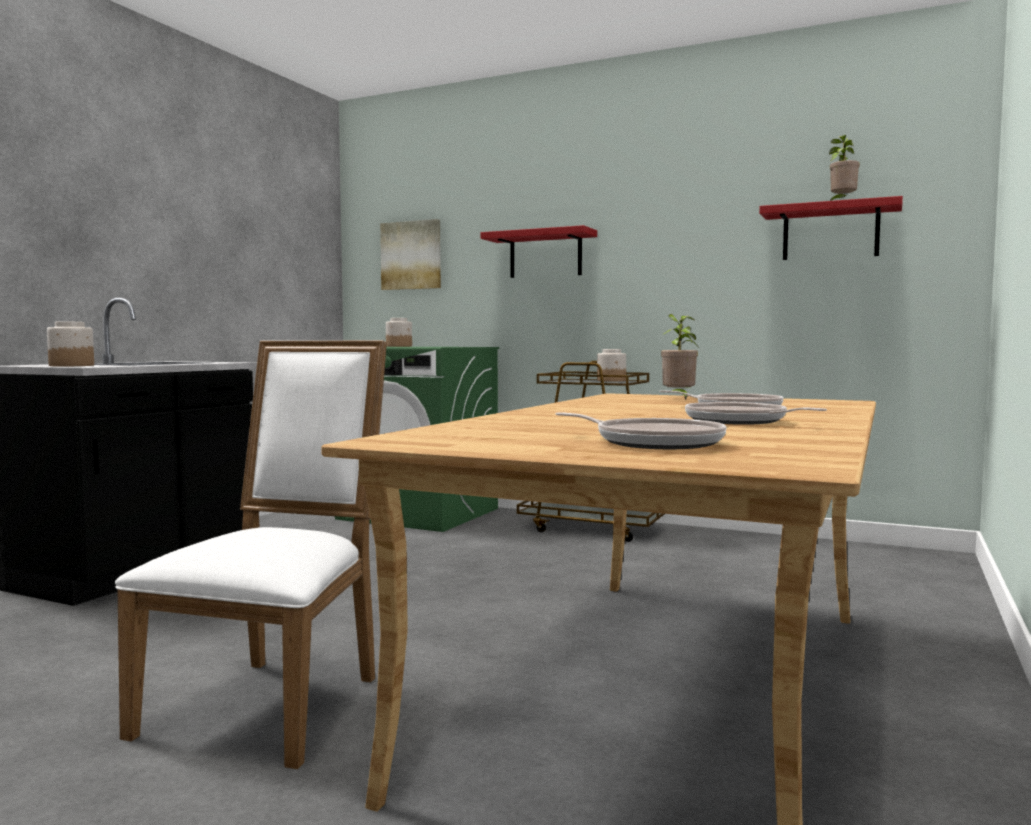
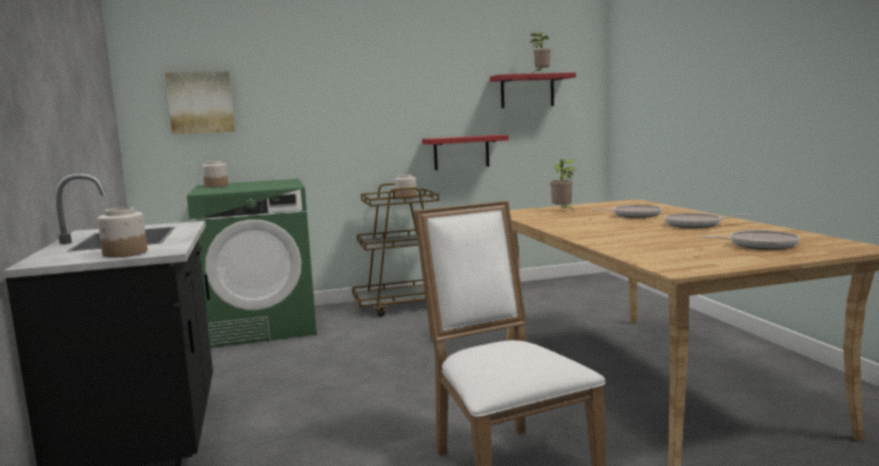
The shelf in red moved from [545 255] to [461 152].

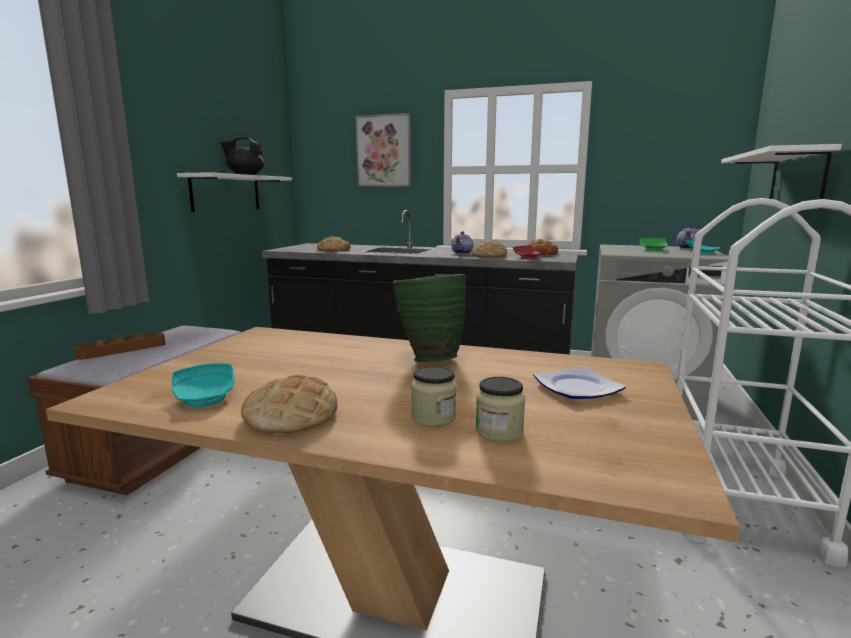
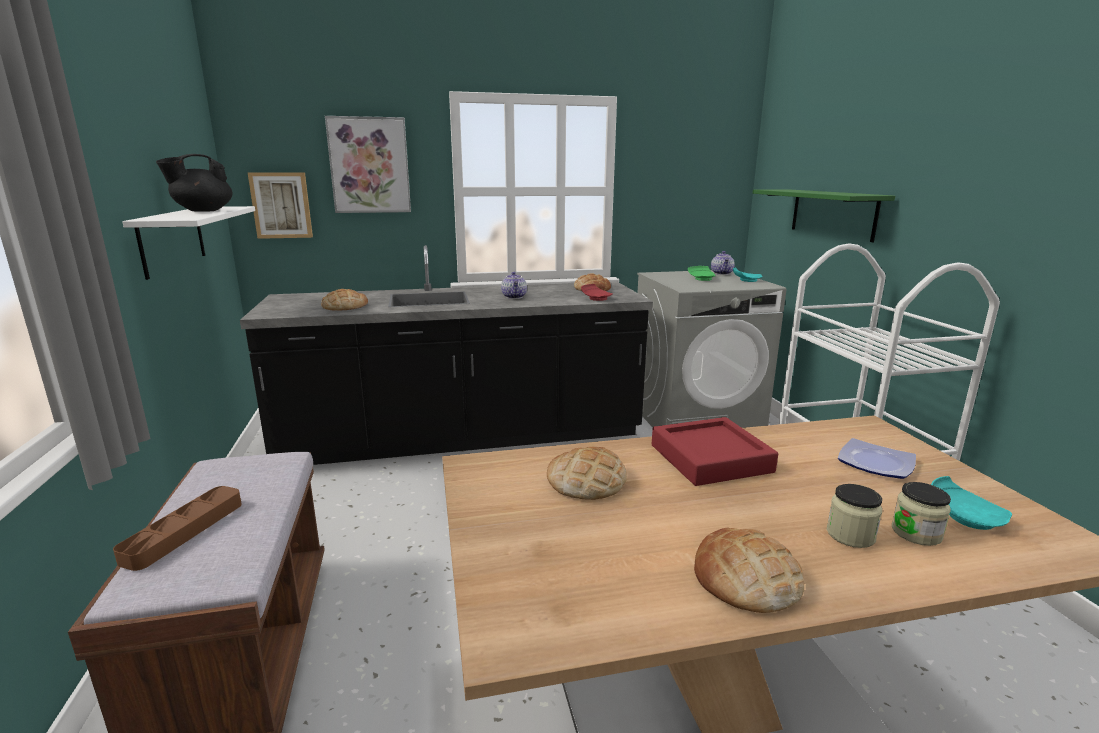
The shelf in white at [797 177] became the shelf in green at [832 213].
The bread moved from [489 256] to [586 481].
The vase in green at [428 358] was replaced by the tray in red at [710 458].
The plate in turquoise moved from [206 397] to [964 516].
The picture at [281 205] appeared.

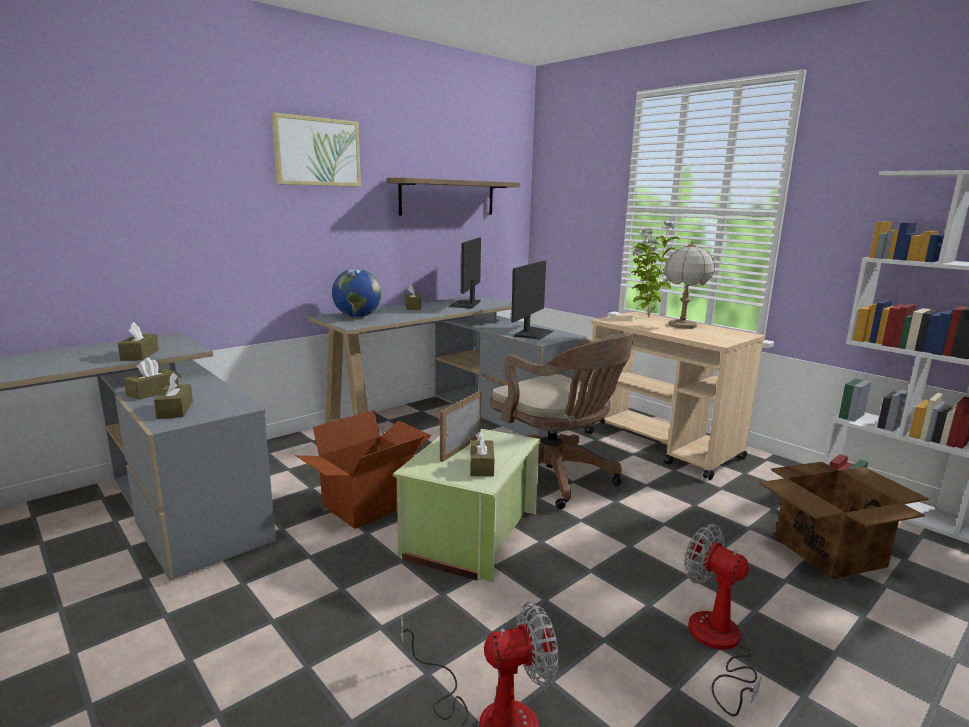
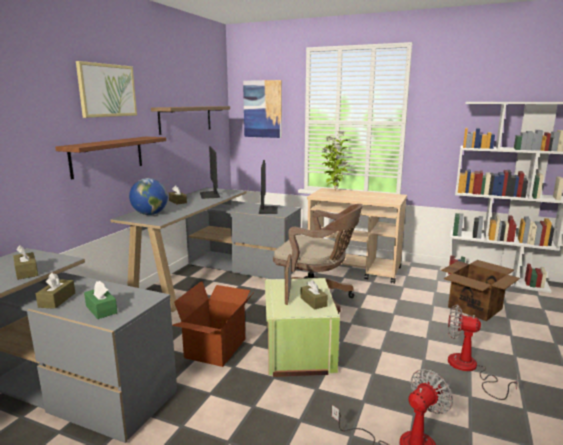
The table lamp at [682 325] disappeared.
The tissue box in brown at [175 410] became the tissue box in green at [101 309].
The picture at [262 109] appeared.
The shelf at [107 156] appeared.

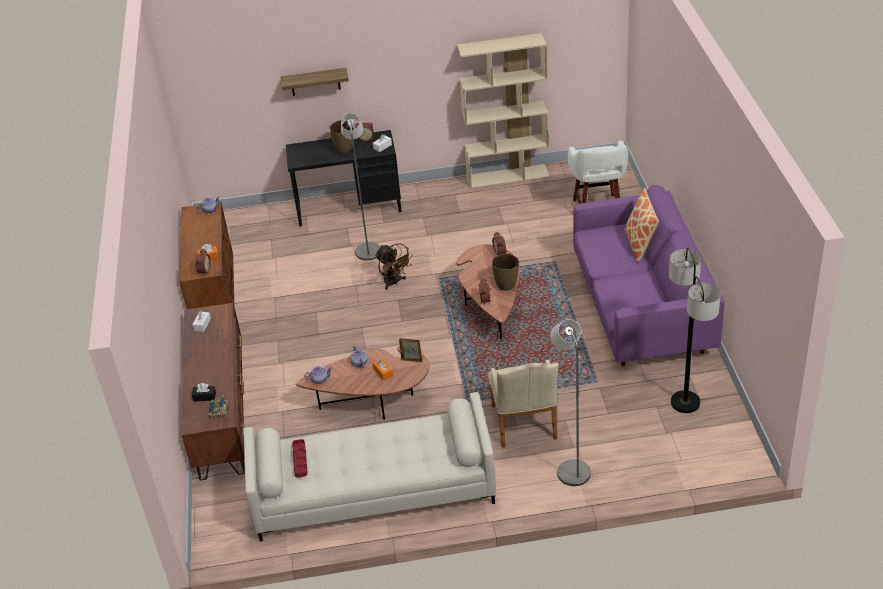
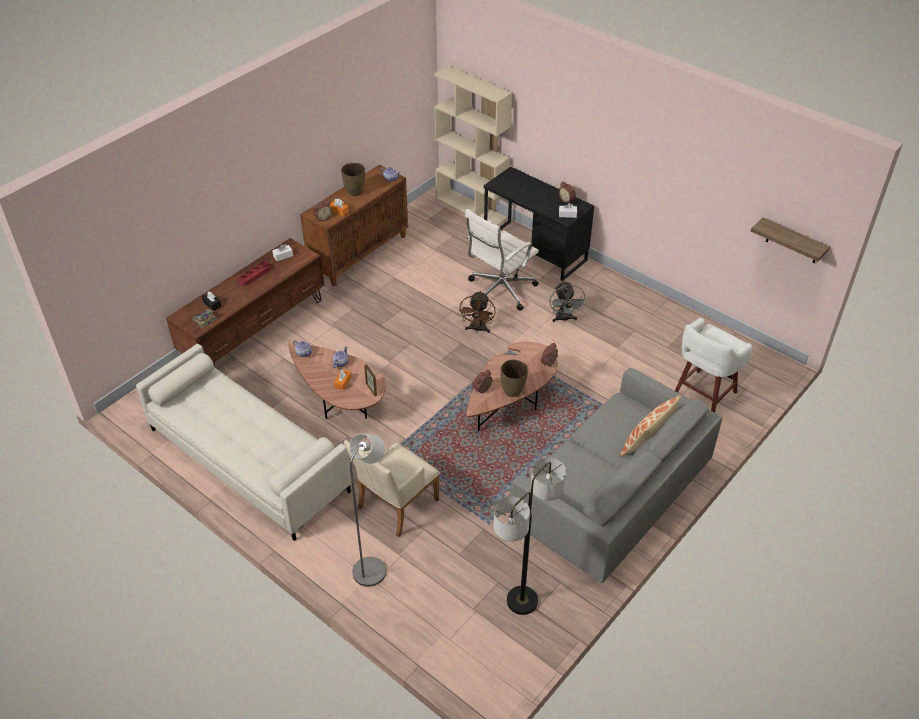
The bookcase in beige moved from [508 176] to [471 208].
The shelf moved from [315 81] to [792 241].
The floor lamp in grey at [368 248] was replaced by the office chair in white at [499 291].
The vase in brown moved from [345 150] to [355 192].
The sofa in purple at [642 308] became the sofa in grey at [610 500].
The tray in red moved from [300 460] to [255 275].
The fan in grey at [564 319] appeared.

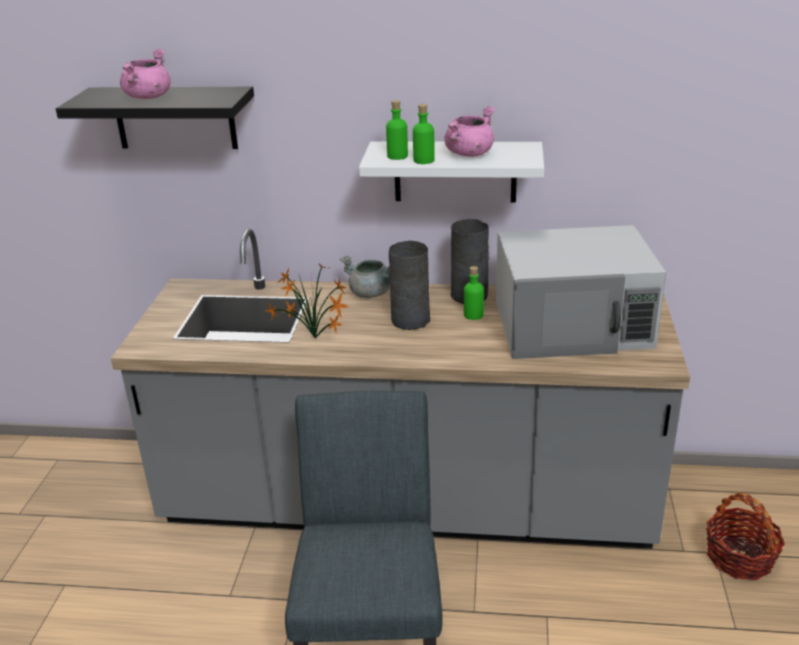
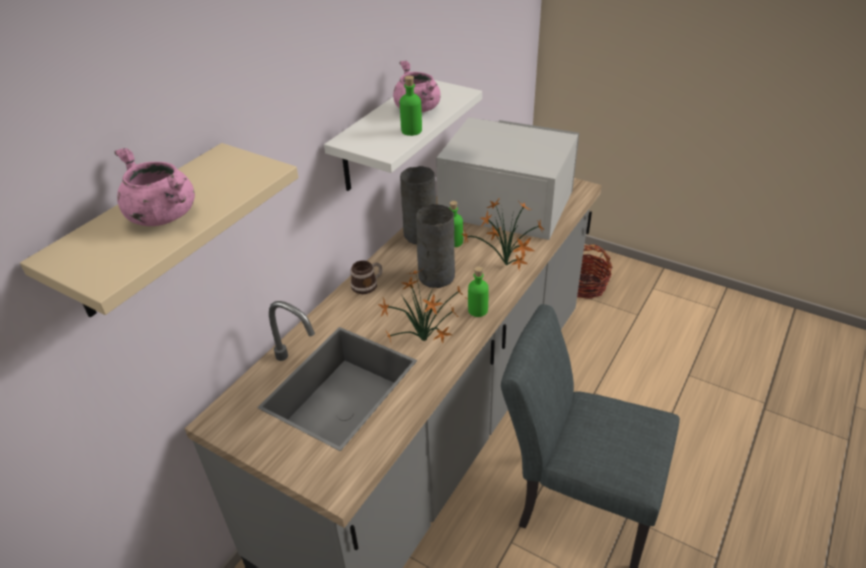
The shelf in black at [175 117] became the shelf in beige at [145 233].
The bottle in green moved from [397 156] to [478 310].
The microwave in white at [573 325] turned 90 degrees counterclockwise.
The cooking pot in grey at [371 293] was replaced by the mug at [368 285].
The potted plant at [506 267] appeared.

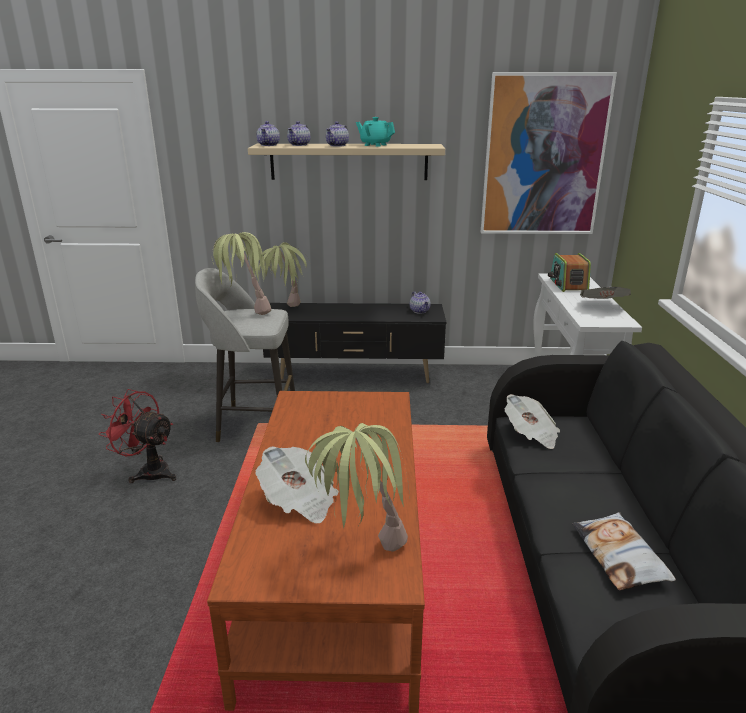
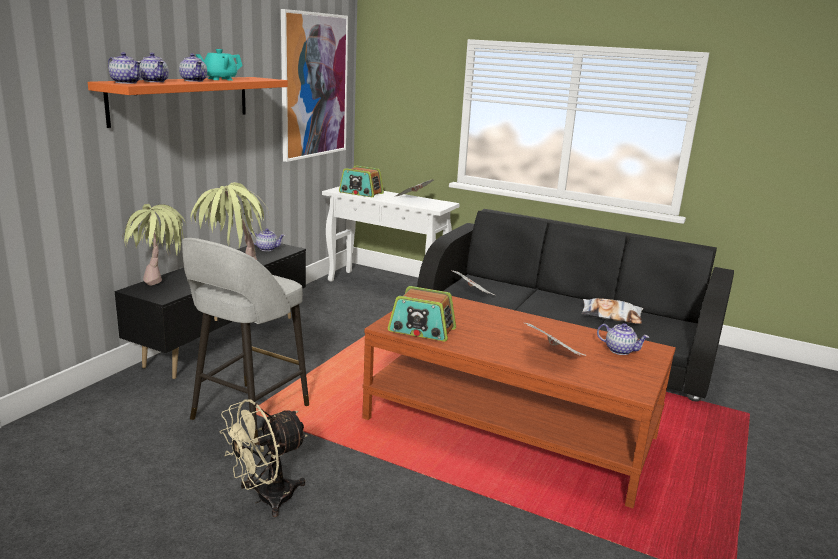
The shelf in beige at [349 161] became the shelf in orange at [182 99].
The fan in red at [148 471] became the fan in beige at [266 499].
The potted plant at [360 549] was replaced by the teapot at [620 350].
The radio at [421 330] appeared.

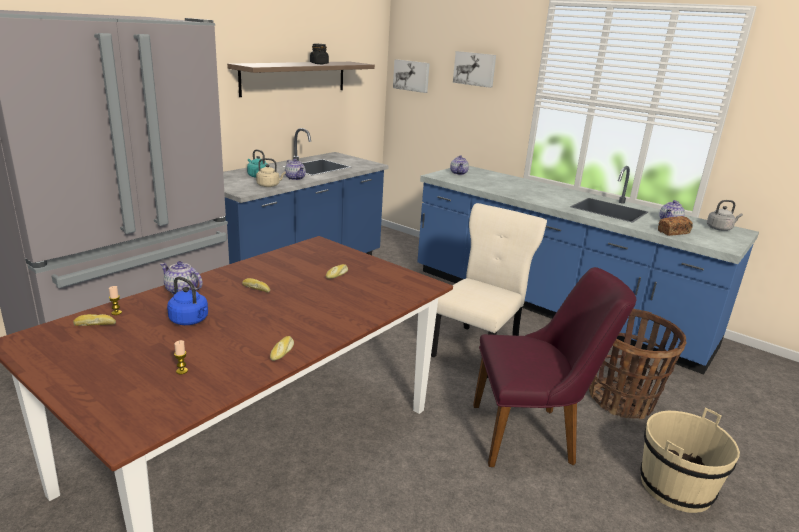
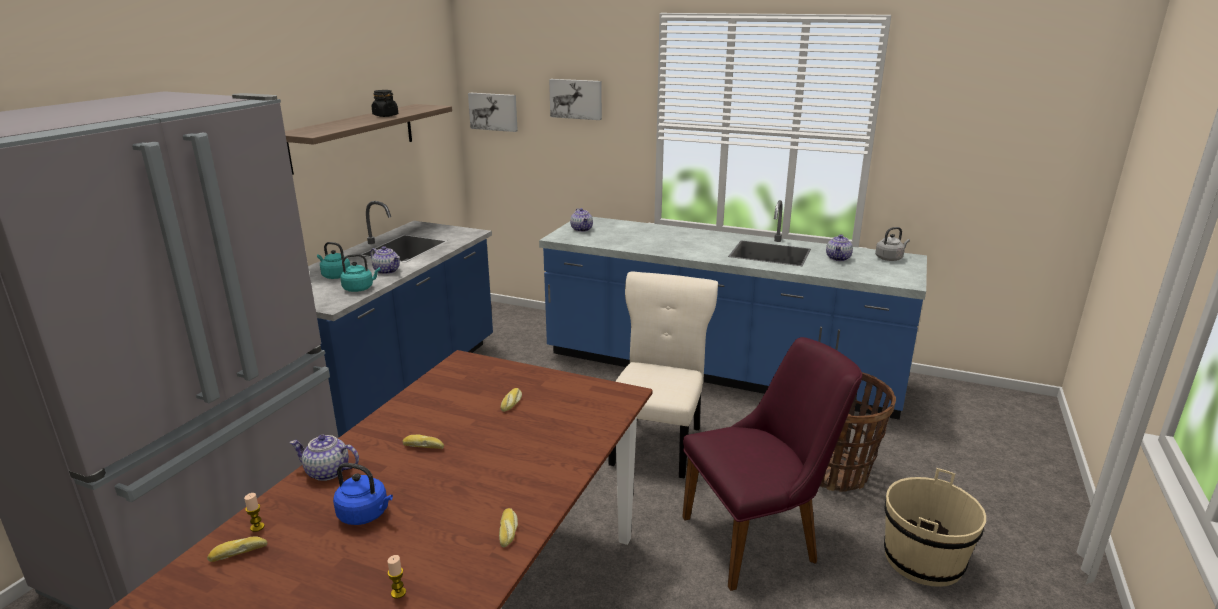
The kettle in beige at [269 185] became the kettle in turquoise at [360 288].
The bread at [673 232] disappeared.

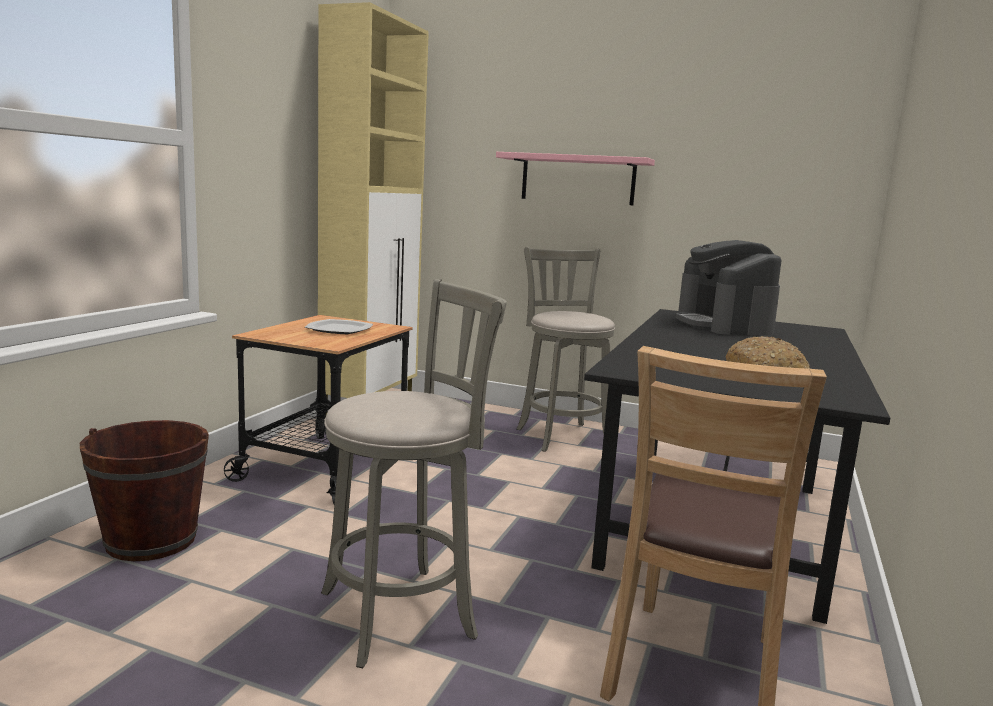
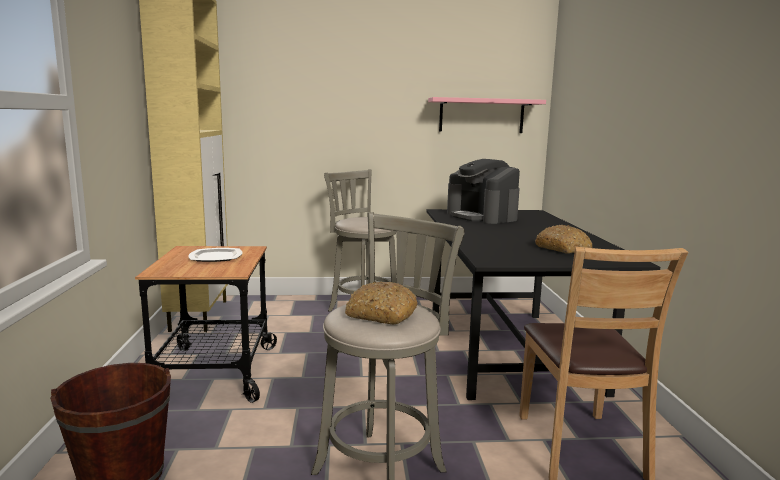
The shelf in pink moved from [578 179] to [481 115].
The bread at [381 314] appeared.

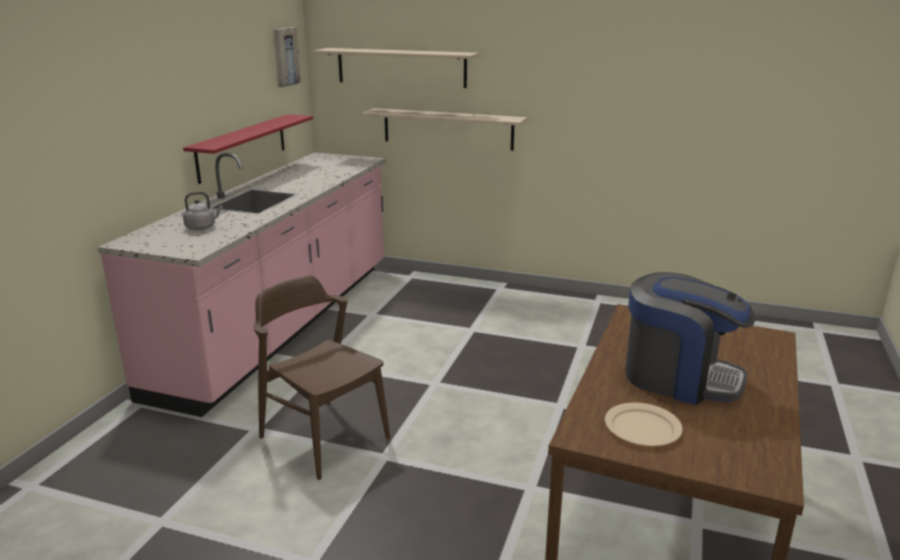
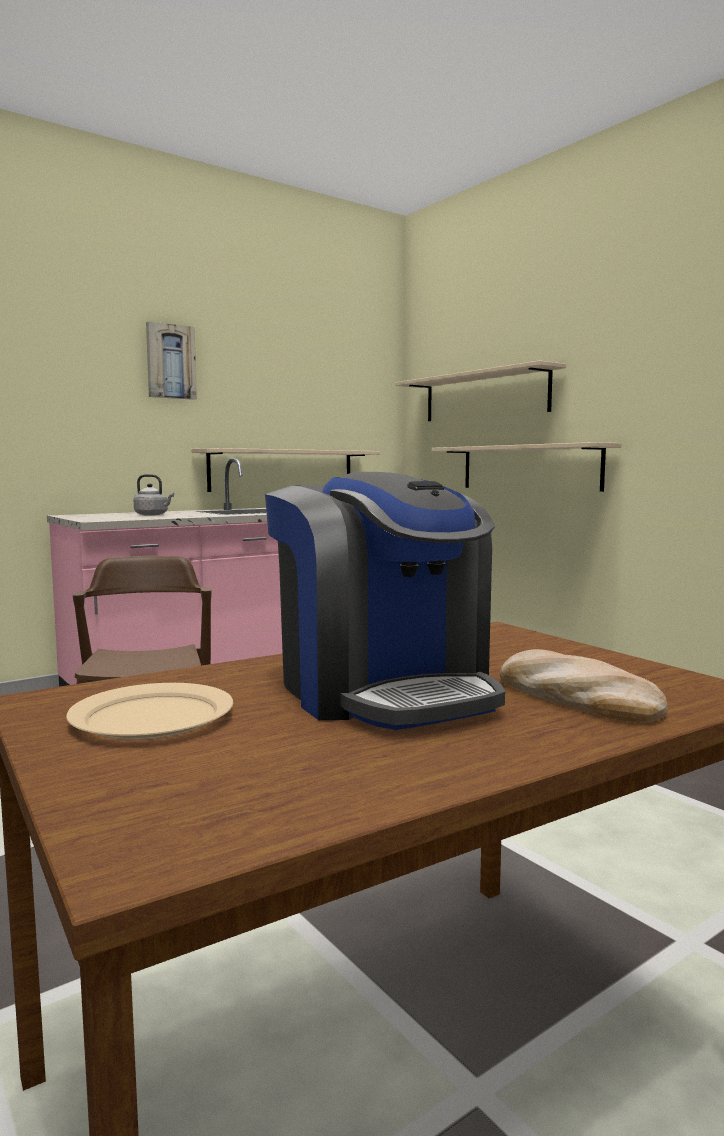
The picture moved from [285 56] to [170 362].
The shelf in red at [242 147] became the shelf in beige at [282 470].
The bread at [574 697] appeared.

